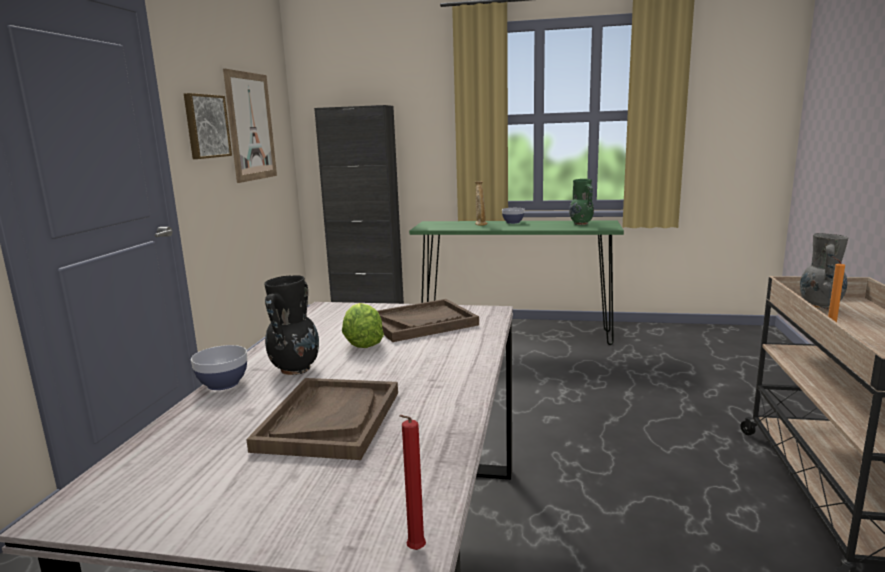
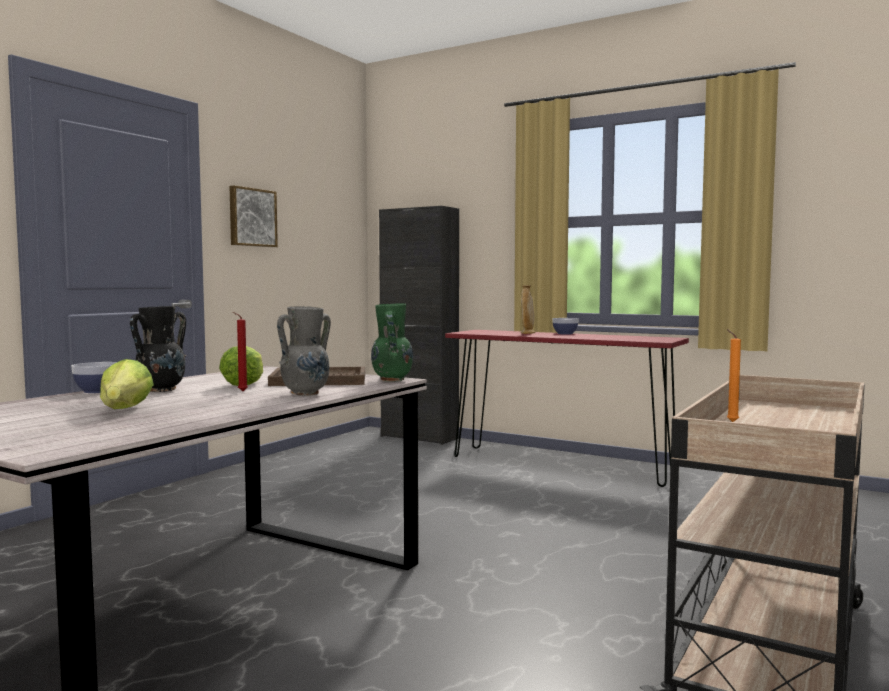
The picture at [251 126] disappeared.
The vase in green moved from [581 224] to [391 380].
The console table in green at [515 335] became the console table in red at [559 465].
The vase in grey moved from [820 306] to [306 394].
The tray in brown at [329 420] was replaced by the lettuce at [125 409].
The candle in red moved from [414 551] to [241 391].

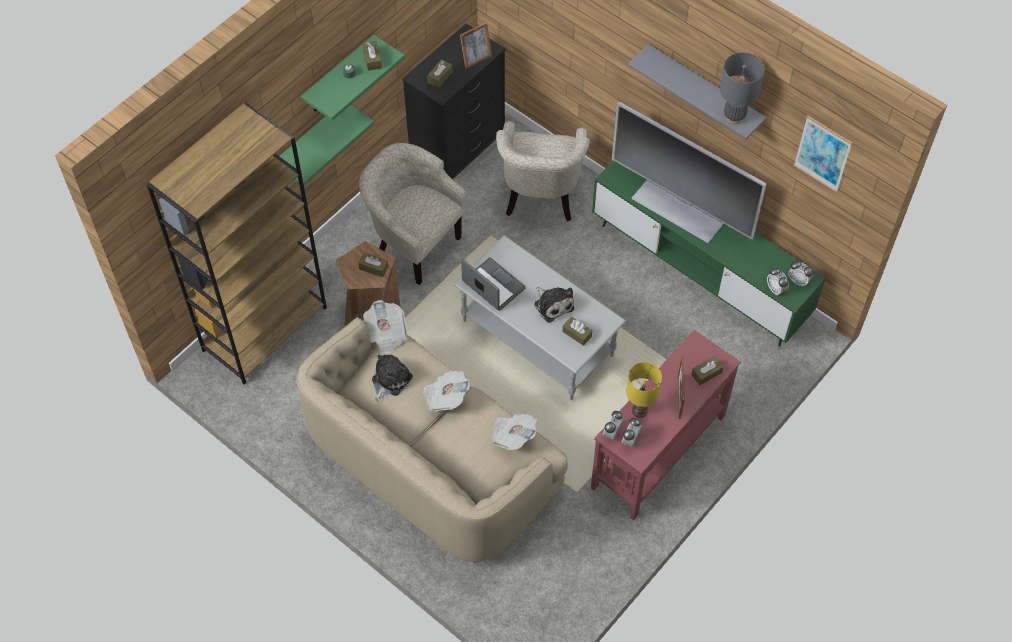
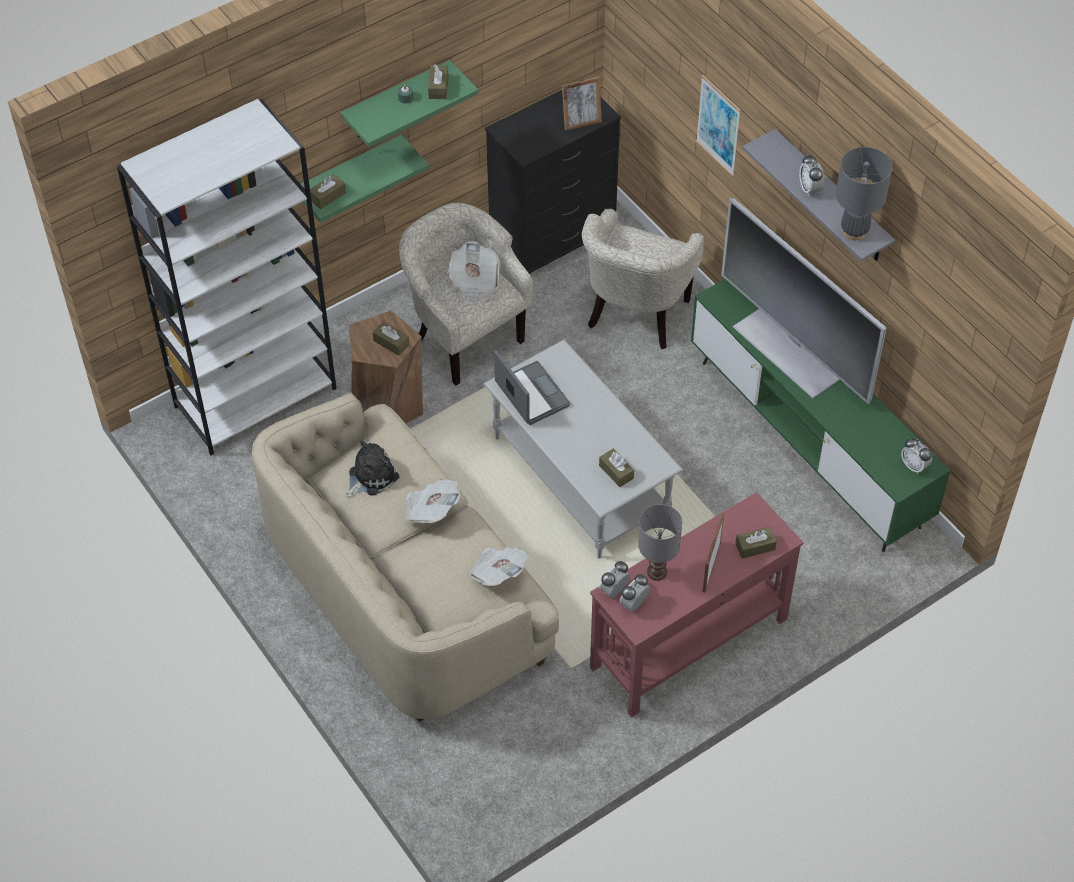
The tissue box in brown moved from [440 77] to [327 196].
The bookcase in brown at [265 328] became the bookcase in white at [256 396].
The picture moved from [822 153] to [718 125].
The alarm clock moved from [776 289] to [809 189].
The plush toy at [553 304] disappeared.
The newspaper moved from [386 334] to [474 283].
The table lamp in yellow at [640 410] became the table lamp in grey at [657 572].

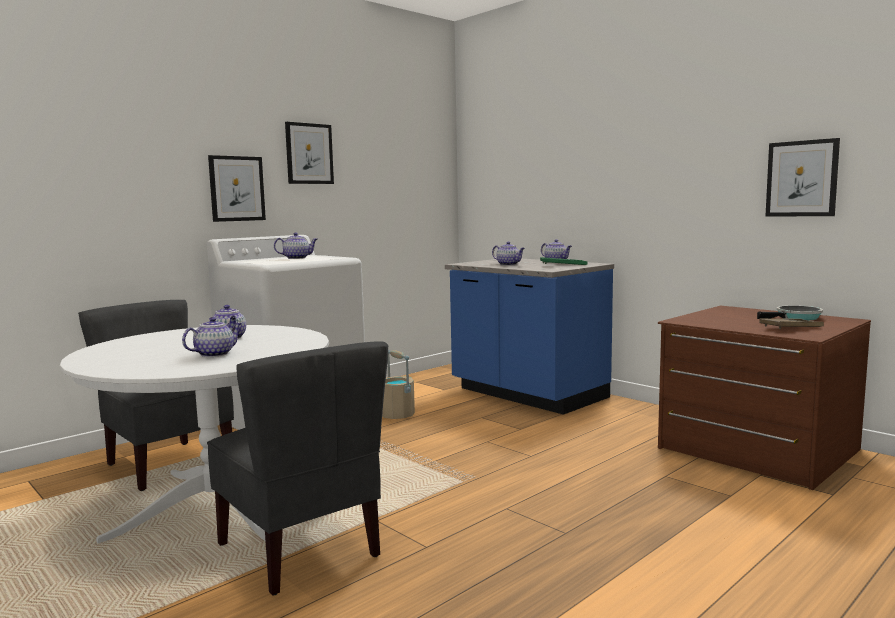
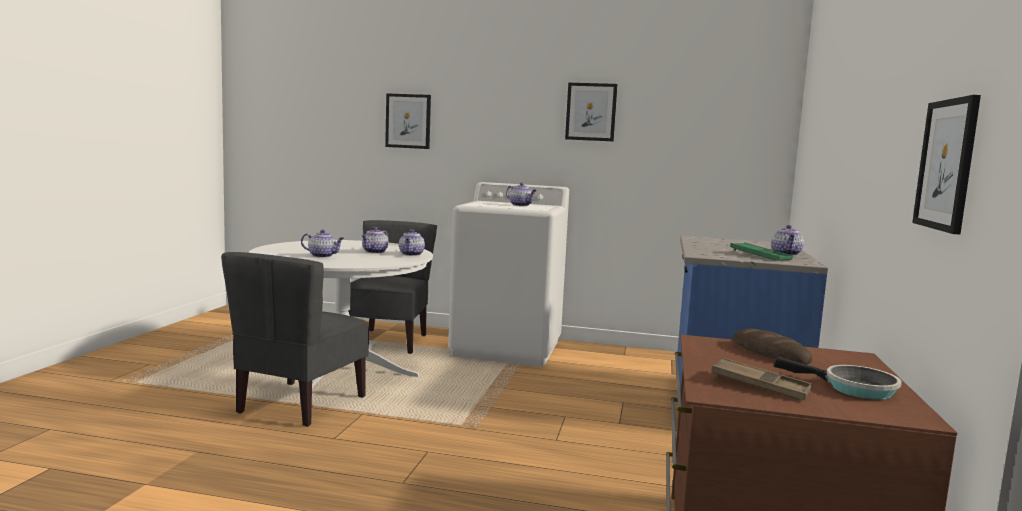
The picture moved from [237 188] to [408 121].
The teapot moved from [509 264] to [411 254].
The bucket in beige at [397 415] disappeared.
The bread at [770 353] appeared.

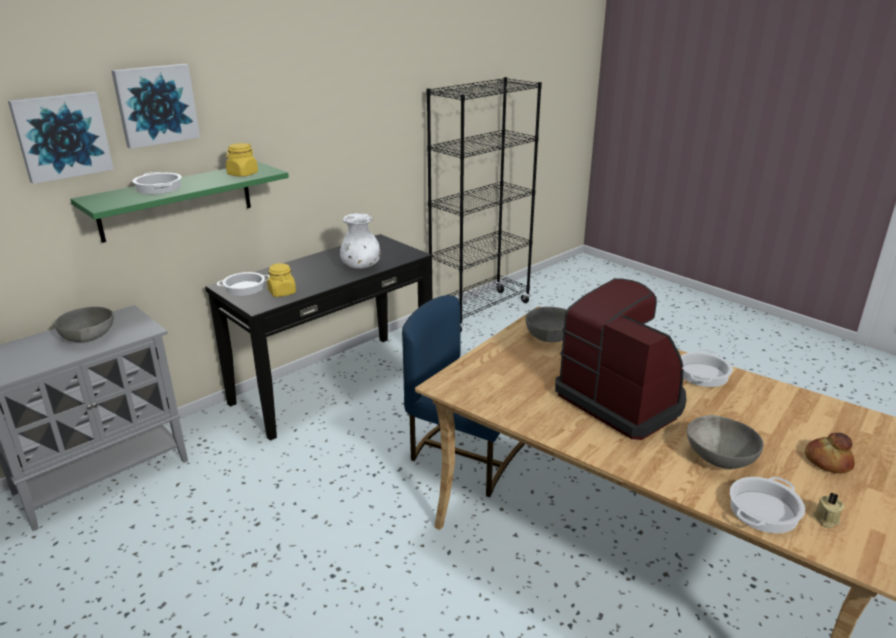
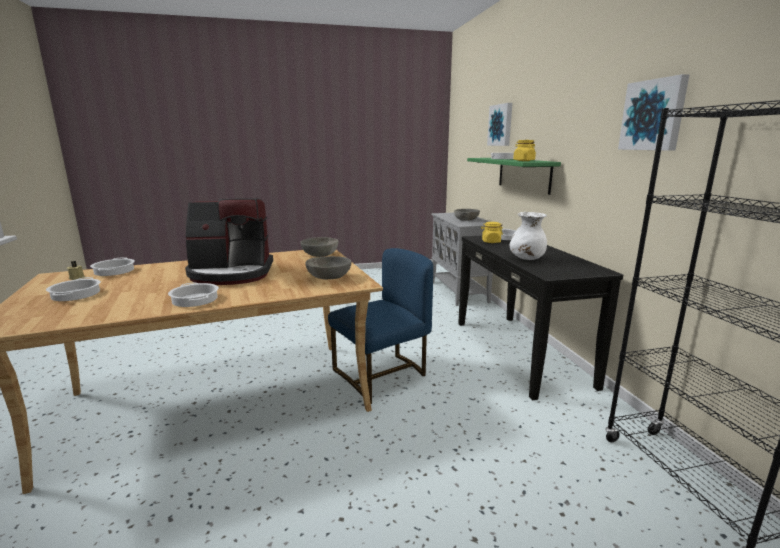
The picture moved from [156 105] to [653 115].
The bowl in grey moved from [720 458] to [320 255].
The bread at [827 461] was replaced by the cooking pot at [75 294].

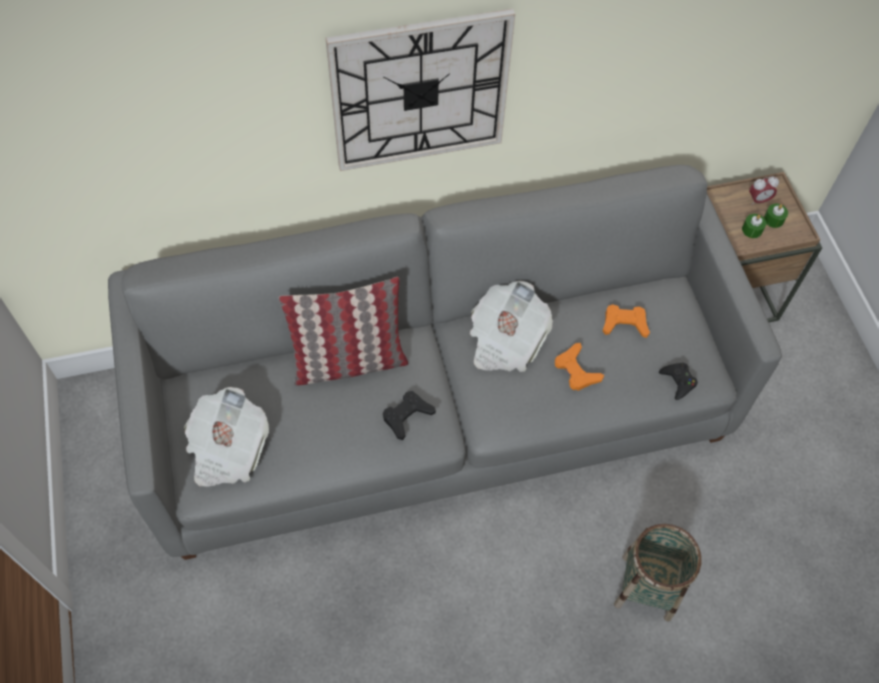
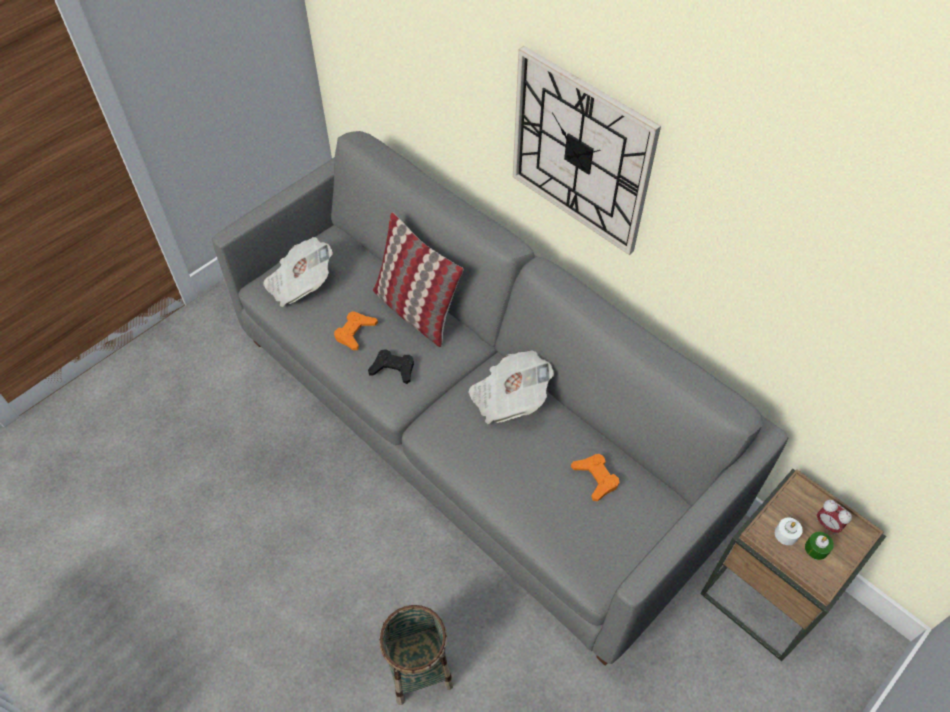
The candle in green at [752 230] became the candle in white at [786 534].
The game controller in orange moved from [576 370] to [355 332].
The game controller in black at [678 381] disappeared.

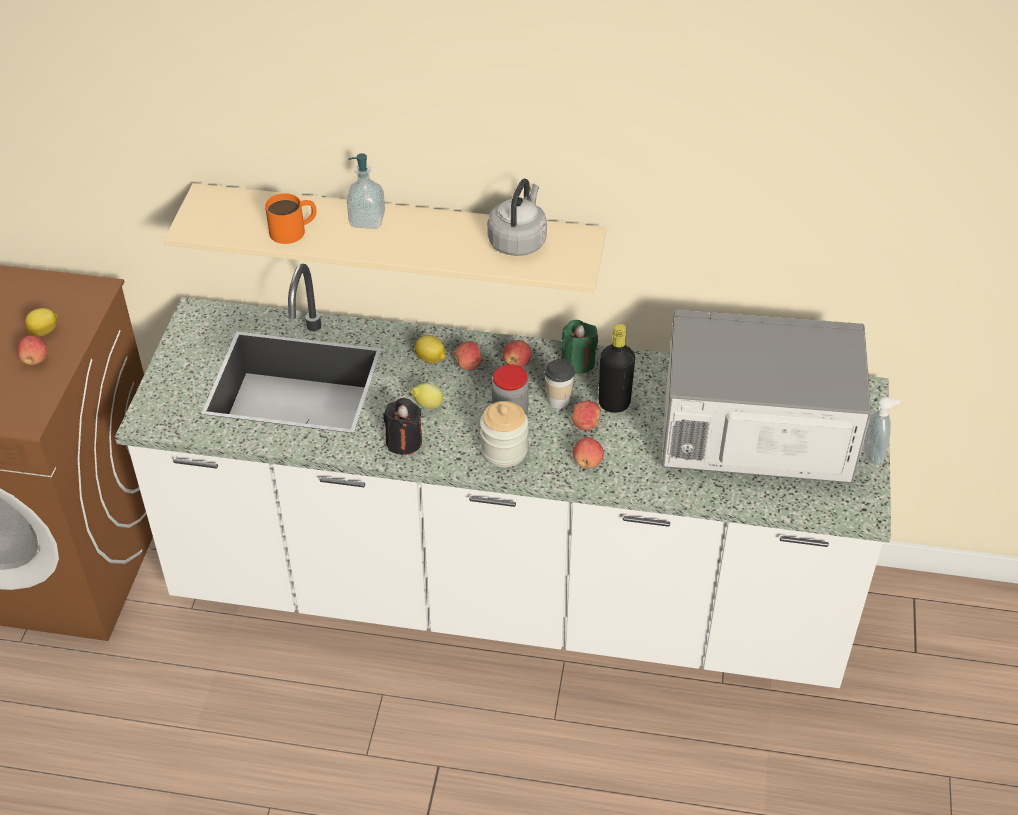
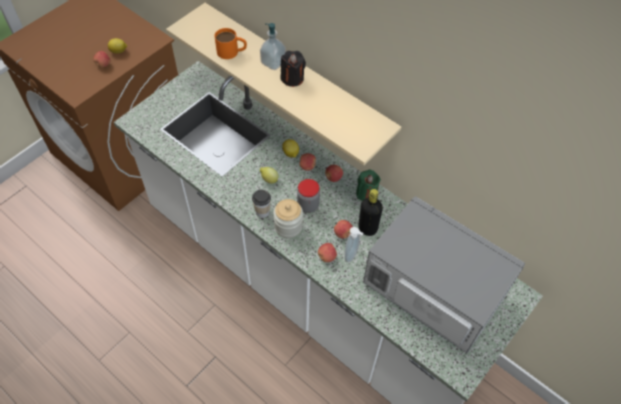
The kettle in grey at [518 241] disappeared.
The cup moved from [558 400] to [262 212].
The soap dispenser moved from [874 454] to [352 255].
The candle in black moved from [404 442] to [292 78].

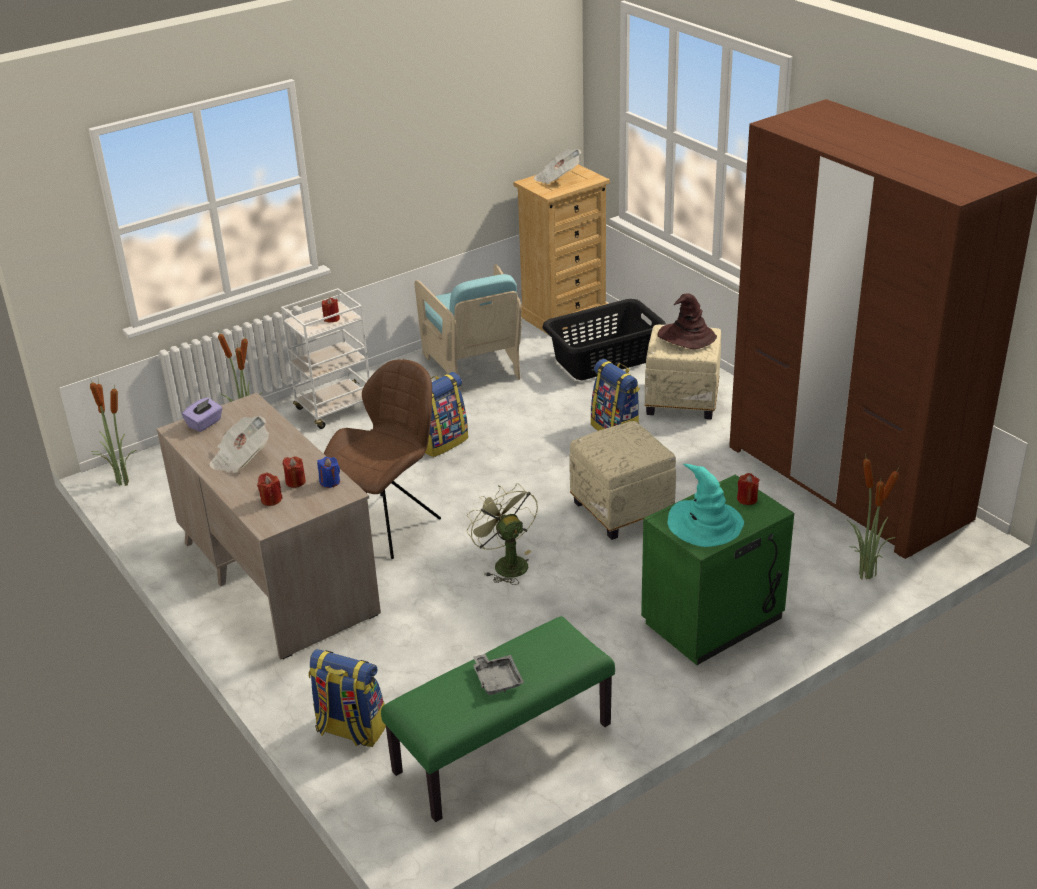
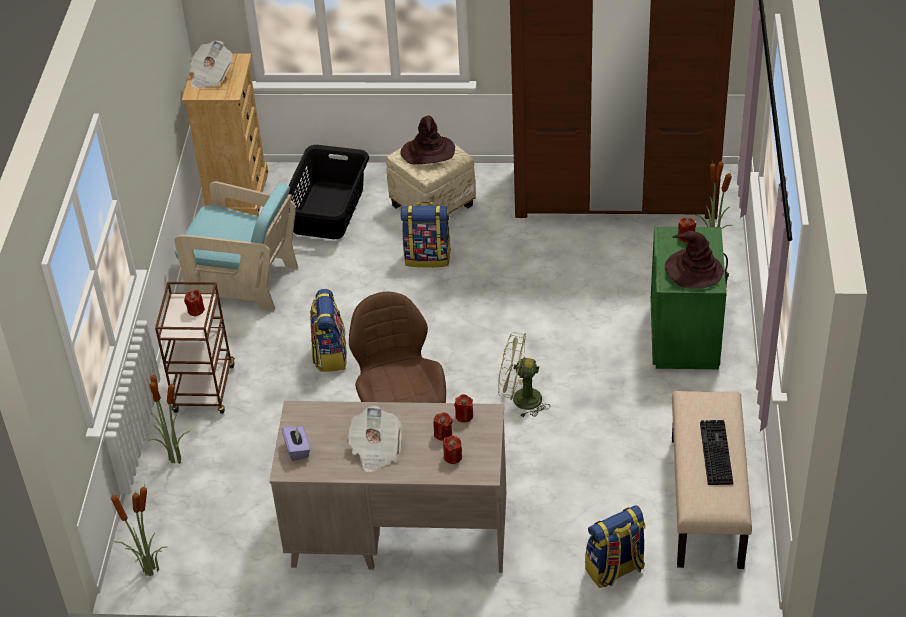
The cart in white at [335 409] became the cart in brown at [204 390].
The ottoman in beige at [622 511] disappeared.
The candle in blue at [330 482] became the candle in red at [464 416].
The hat in turquoise at [705 525] became the hat in brown at [693 270].
The bench in green at [503 749] became the bench in beige at [707 502].
The tray in grey at [497 679] was replaced by the keyboard at [714 452].

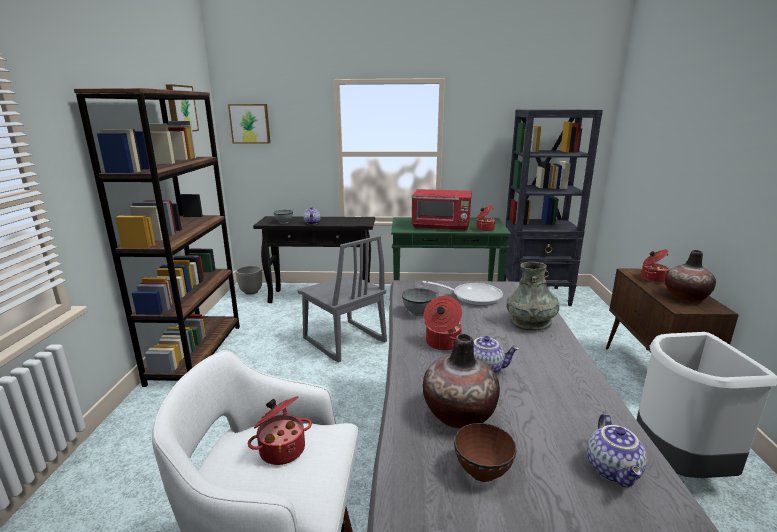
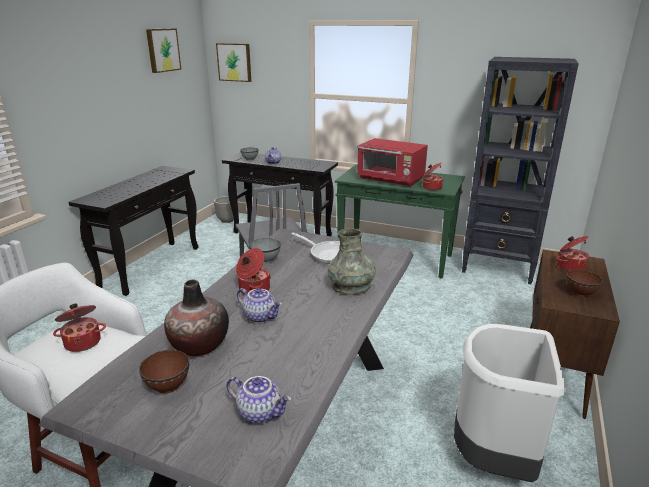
The bookcase in brown at [196 353] was replaced by the console table in black at [151 266].
The vase at [685 297] was replaced by the bowl in brown at [580 293].
The teapot at [614 471] turned 90 degrees counterclockwise.

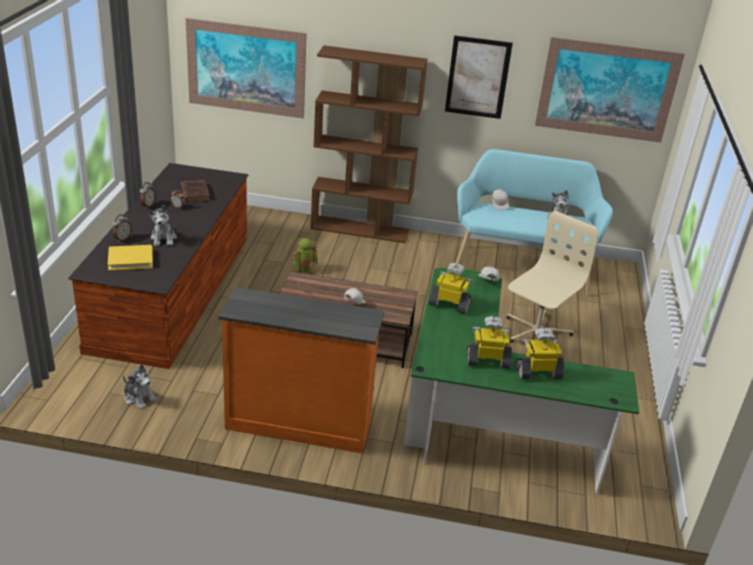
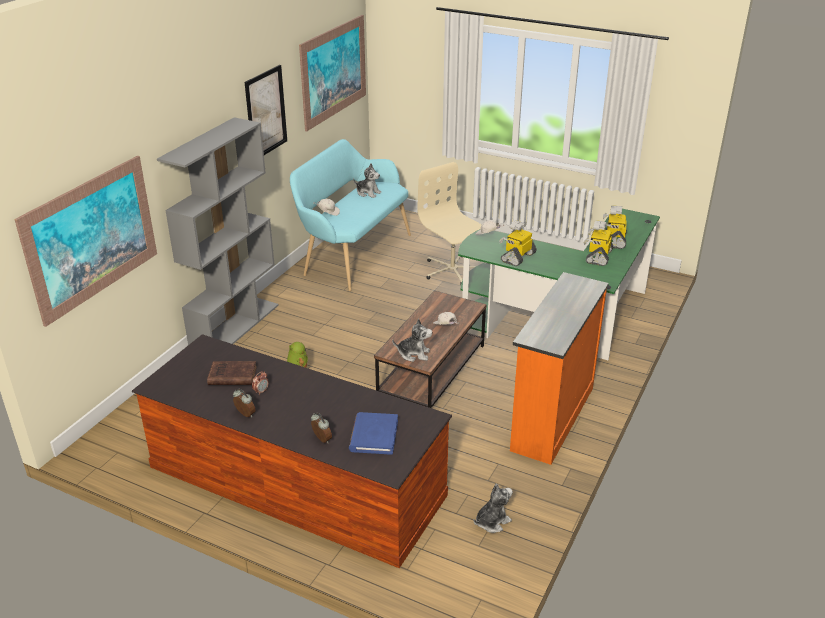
The bookcase in brown at [360 229] became the bookcase in grey at [235 327].
The plush toy moved from [163 238] to [414 354].
The book in yellow at [130 260] became the book in blue at [373 436].

